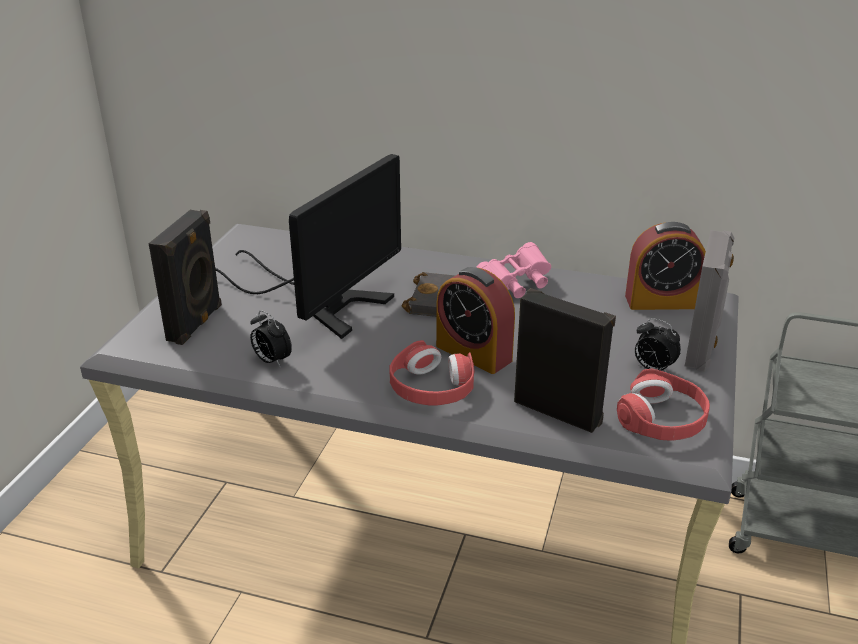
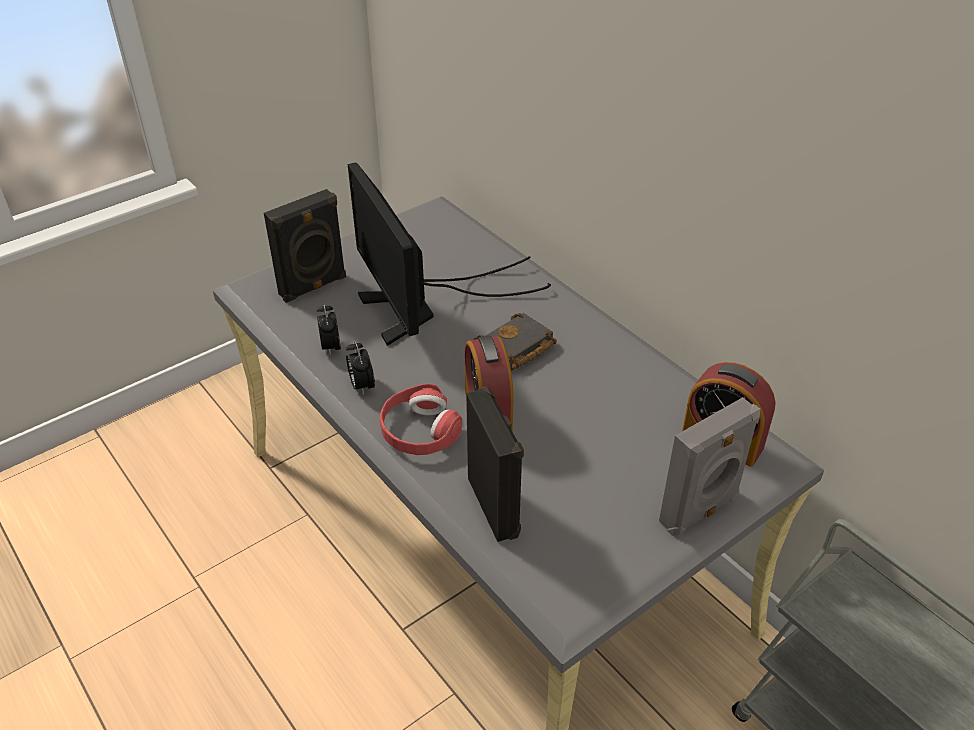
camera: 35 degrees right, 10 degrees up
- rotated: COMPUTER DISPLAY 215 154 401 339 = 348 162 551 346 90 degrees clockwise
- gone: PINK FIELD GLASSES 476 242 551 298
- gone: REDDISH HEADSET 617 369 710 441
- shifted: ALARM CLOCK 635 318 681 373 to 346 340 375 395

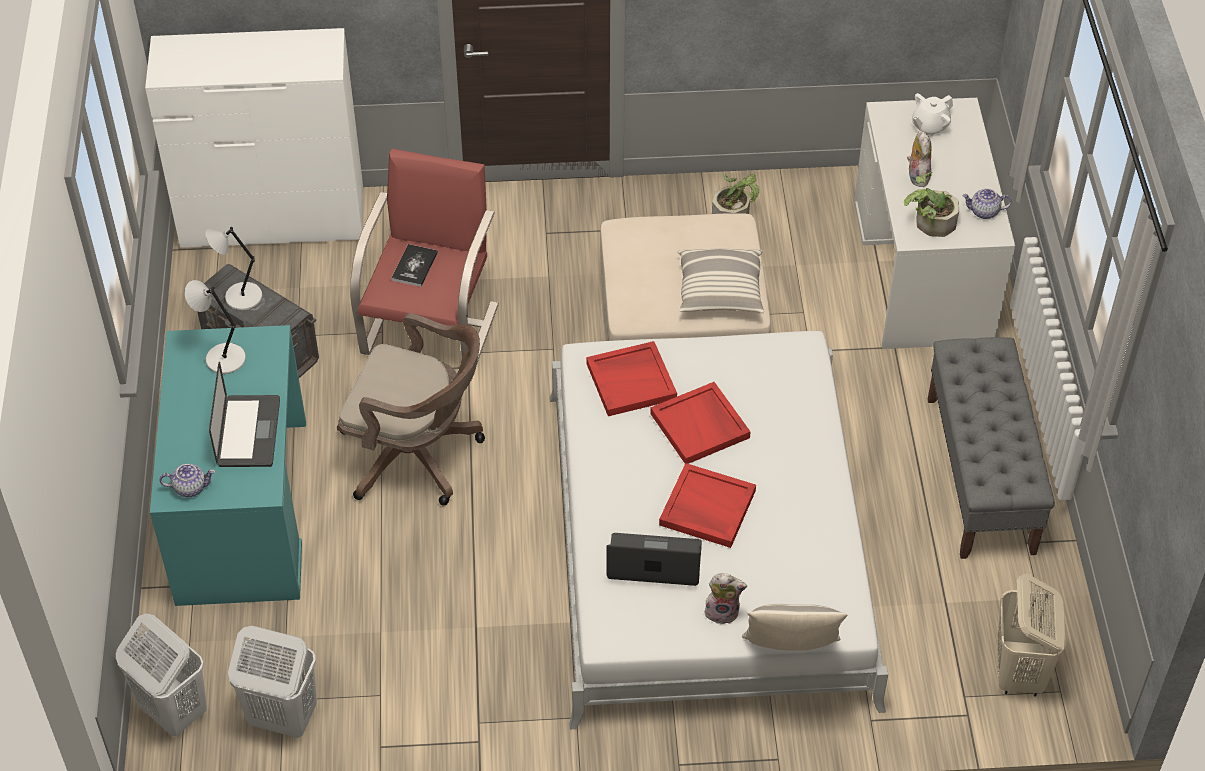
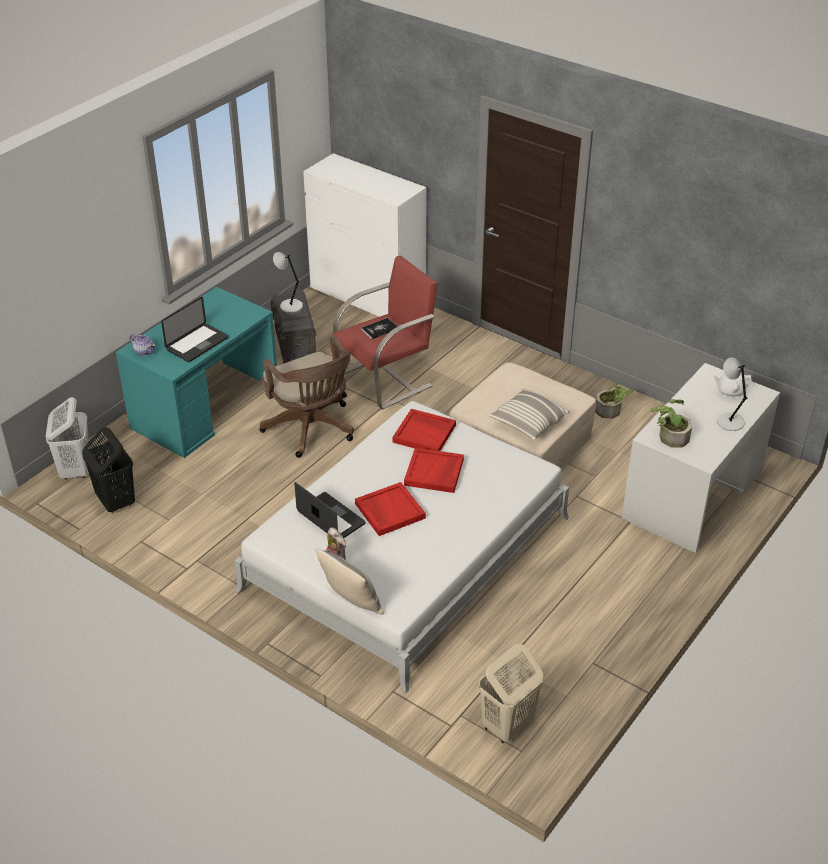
camera: 40 degrees right, 10 degrees down
- shifted: GREYISH LAMP FOR A TABLE 185 280 246 374 to 717 357 747 431
- repainted: WHITE WASHING BASKET 228 626 317 738 to BLACK-COLOURED WASHING BASKET 82 427 135 513
- gone: SOFT TOY 907 130 931 187
- gone: GREYISH LONG SEAT 928 337 1055 559
- gone: TEA POT 962 188 1012 219

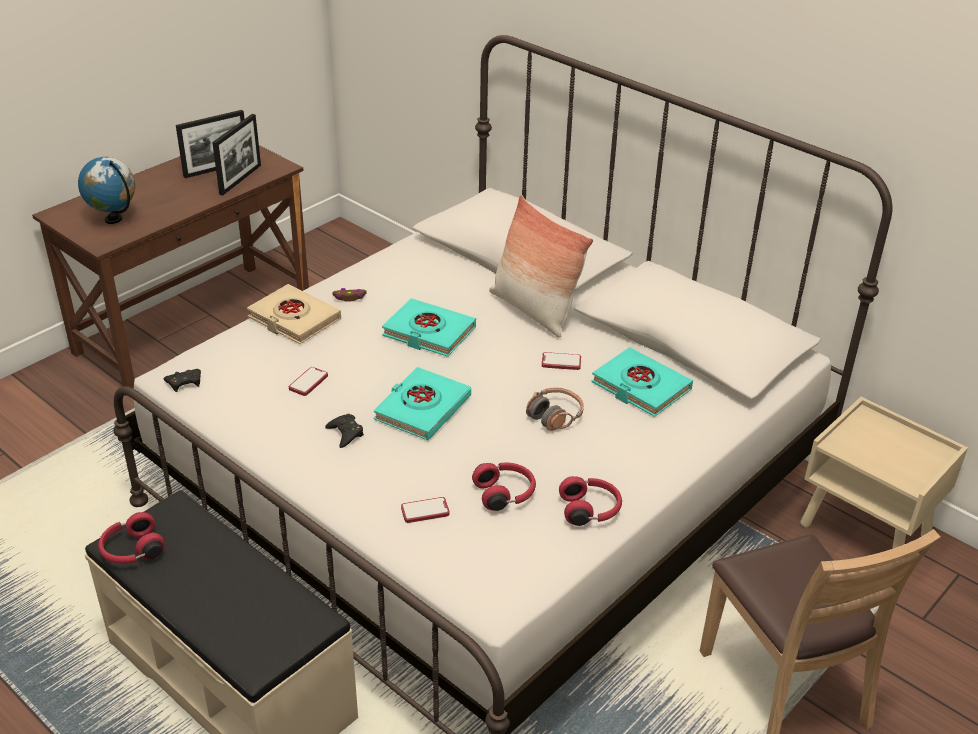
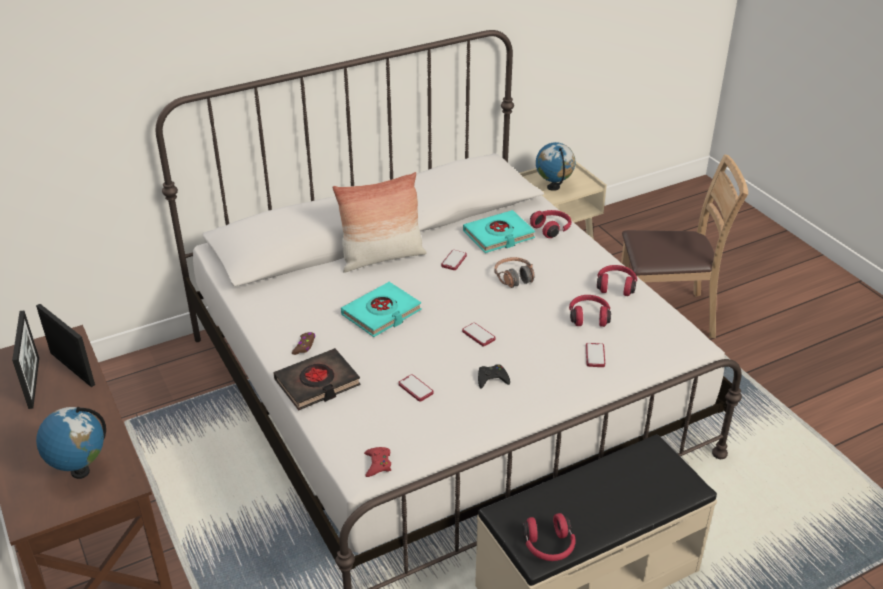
camera: 70 degrees left, 0 degrees up
- repainted: BLACK-COLOURED GAME CONTROLLER 163 369 201 392 to REDDISH GAME CONTROLLER 364 447 391 477
- repainted: SAND-COLOURED BOOK 247 284 341 344 to BLACK-COLOURED BOOK 273 348 361 411
- swapped: TURQUOISE-COLOURED BOOK 374 367 471 440 to TELEPHONE 462 323 496 346
- new: REDDISH HEADSET 530 210 572 238
- new: DESK GLOBE 536 142 576 191

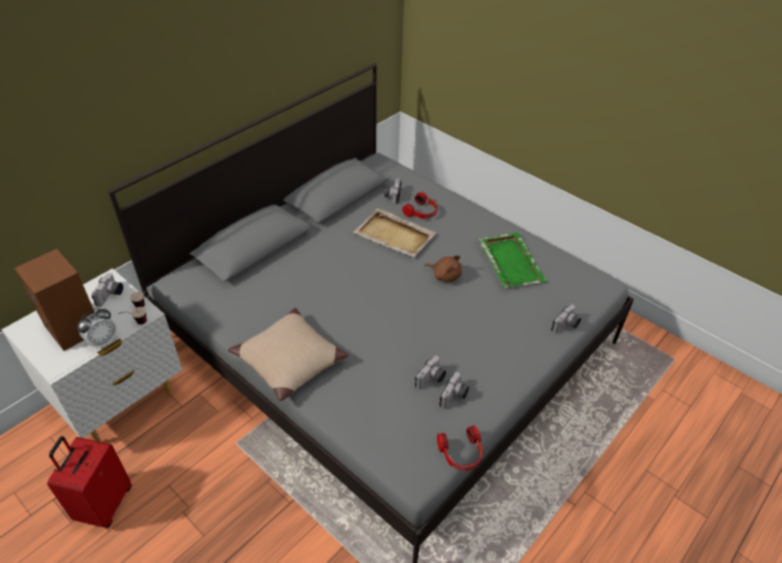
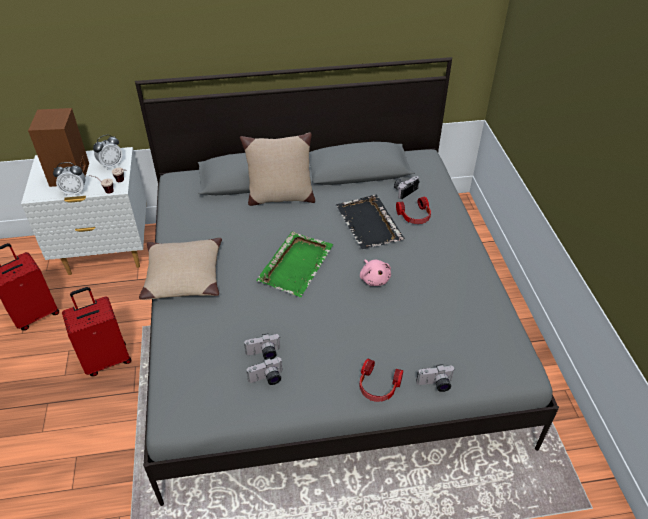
camera: 40 degrees right, 0 degrees up
- swapped: PHOTO CAMERA 92 273 123 307 to ALARM CLOCK 93 135 123 170
- repainted: SAND-COLOURED CARRYING TRAY 353 209 436 257 to BLACK-COLOURED CARRYING TRAY 336 195 405 249
- repainted: BROWNISH SOFT TOY 425 255 462 282 to PINK SOFT TOY 360 259 391 286
- shifted: HEADSET 437 425 483 471 to 359 358 403 402
- shifted: GREEN-COLOURED CARRYING TRAY 478 232 548 288 to 256 231 333 297
- new: REDDISH SUITCASE 62 287 131 376
- new: SAND-COLOURED PILLOW 240 133 315 206

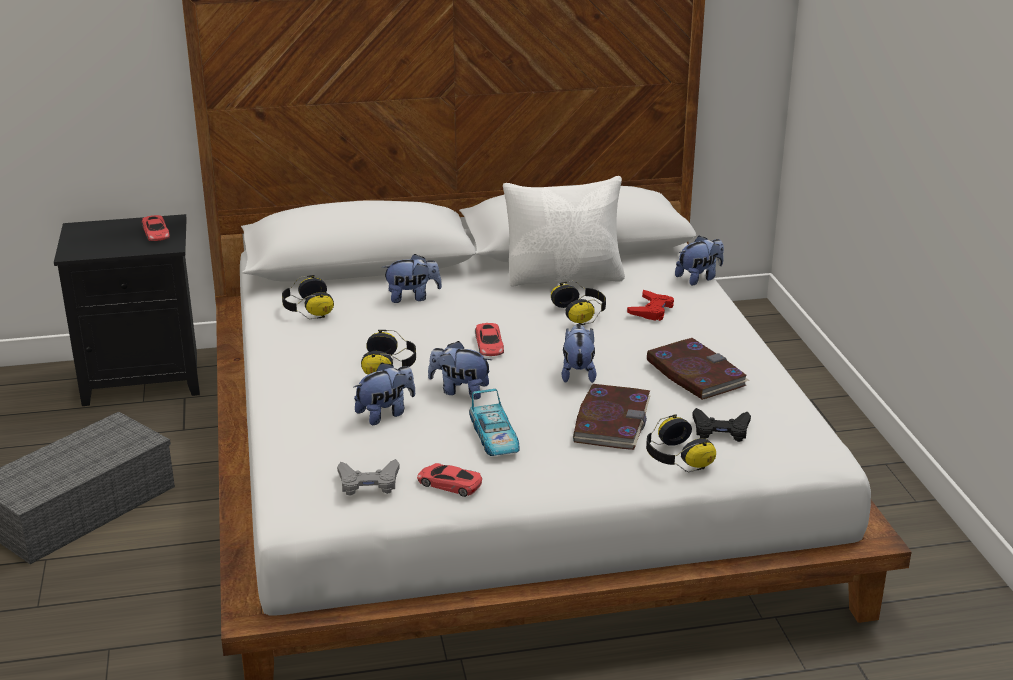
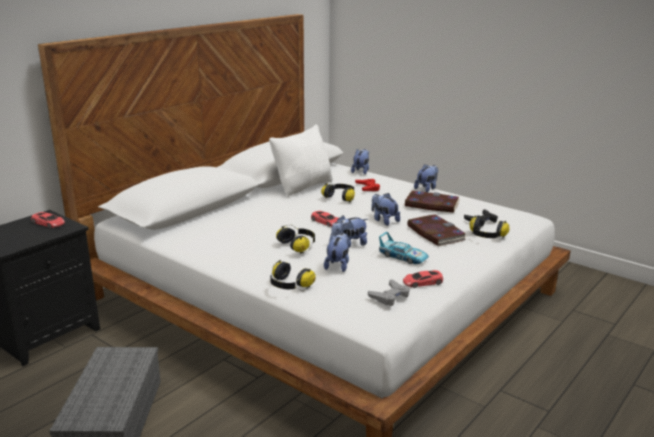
camera: 40 degrees left, 5 degrees down
- shifted: HEADSET 282 275 334 319 to 270 260 316 291
- shifted: SOFT TOY 382 254 442 303 to 414 164 438 192

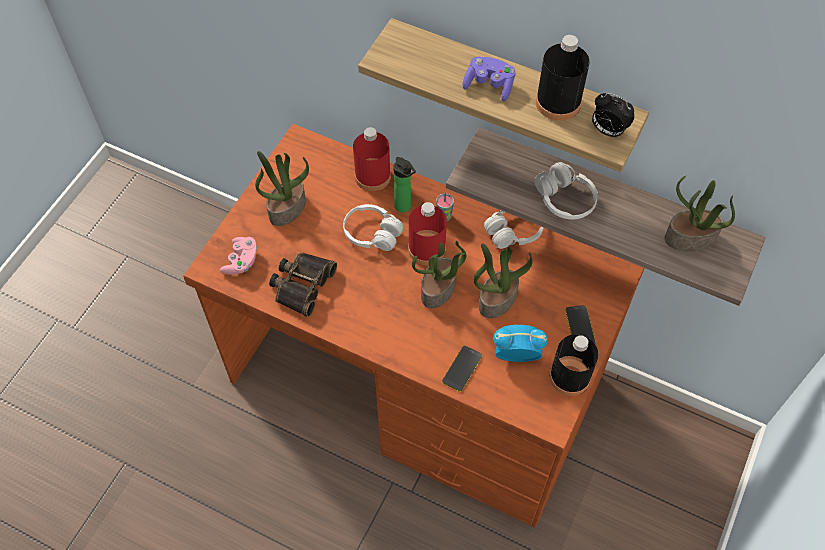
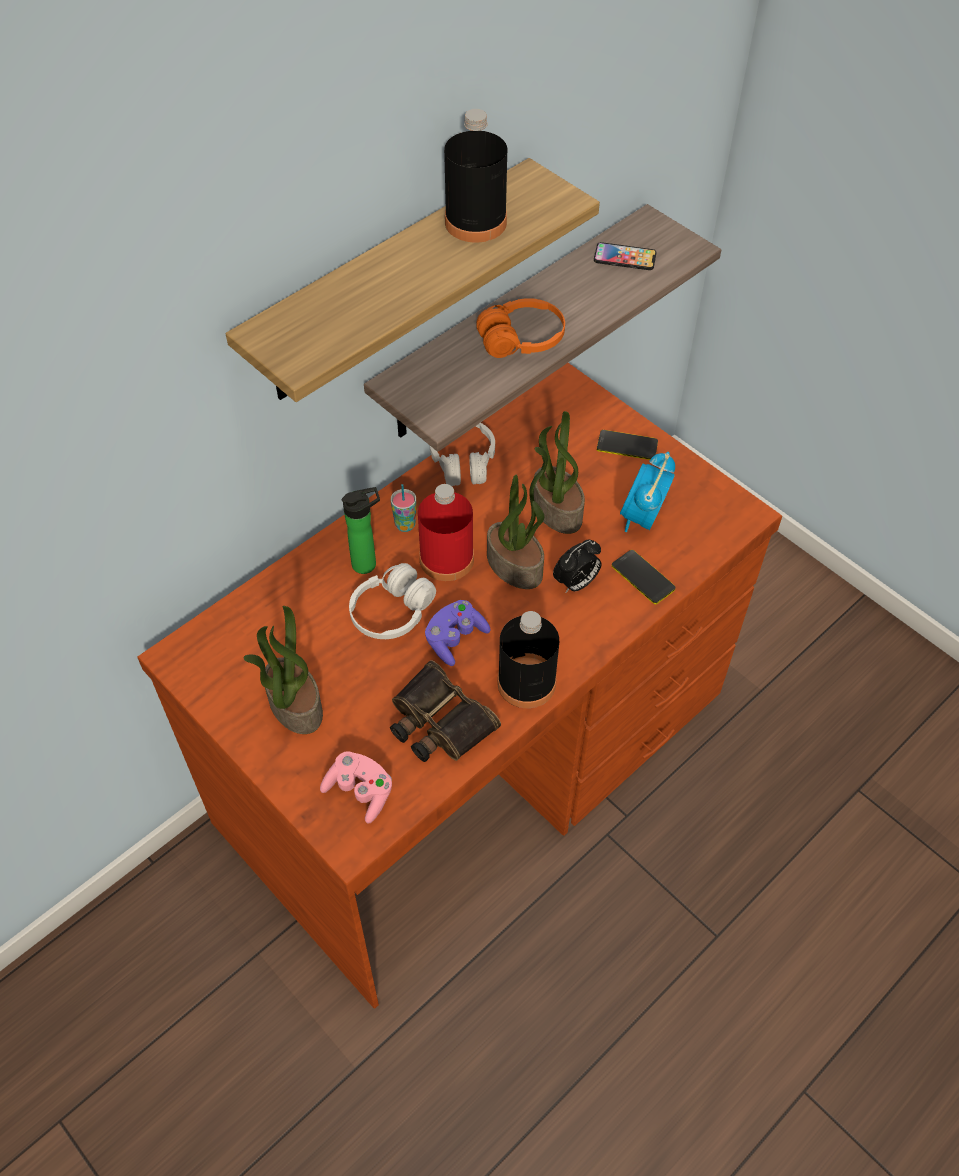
camera: 70 degrees left, 5 degrees down
- gone: REDDISH DRINK BOTTLE 353 127 391 191
- shifted: PURPLE-COLOURED GAME CONTROLLER 463 57 516 101 to 425 600 491 666
- repainted: WHITE HEADSET 534 162 598 219 to ORANGE-COLOURED HEADSET 476 298 565 358
- shifted: BLACK-COLOURED DRINK BOTTLE 549 334 599 396 to 497 611 559 708
- shifted: ALARM CLOCK 592 93 634 138 to 553 540 601 593
- swapped: PLANT IN A POT 665 176 735 252 to TELEPHONE 594 242 657 270

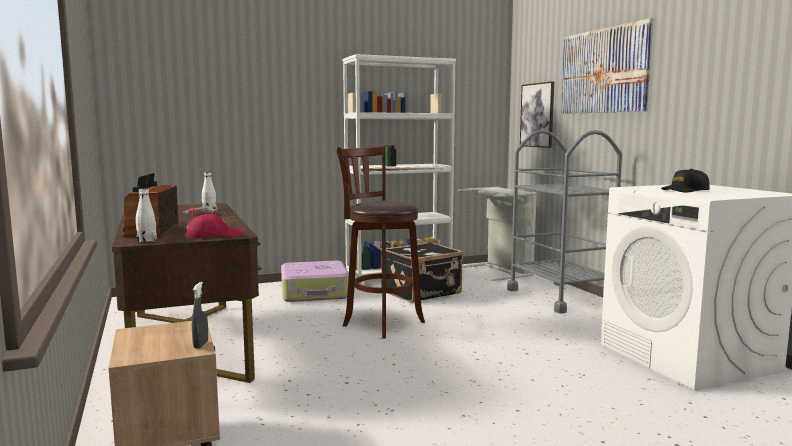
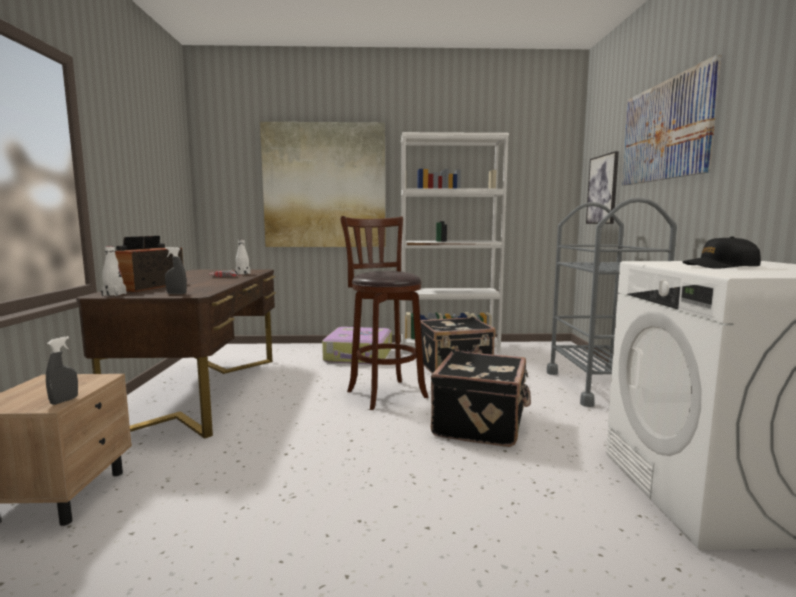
camera: 20 degrees right, 0 degrees up
- swapped: REDDISH PEAKED CAP 185 214 243 238 to GREYISH HAND SPRAYER 165 247 187 294
- gone: GREYISH WASHING BASKET 458 187 537 281
- new: PICTURE 260 122 385 247
- new: BLACK-COLOURED SUITCASE 431 350 531 447

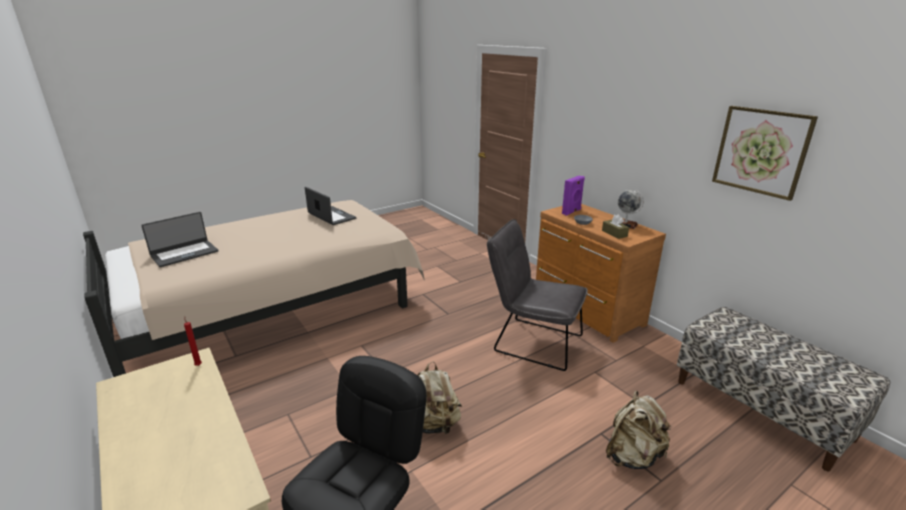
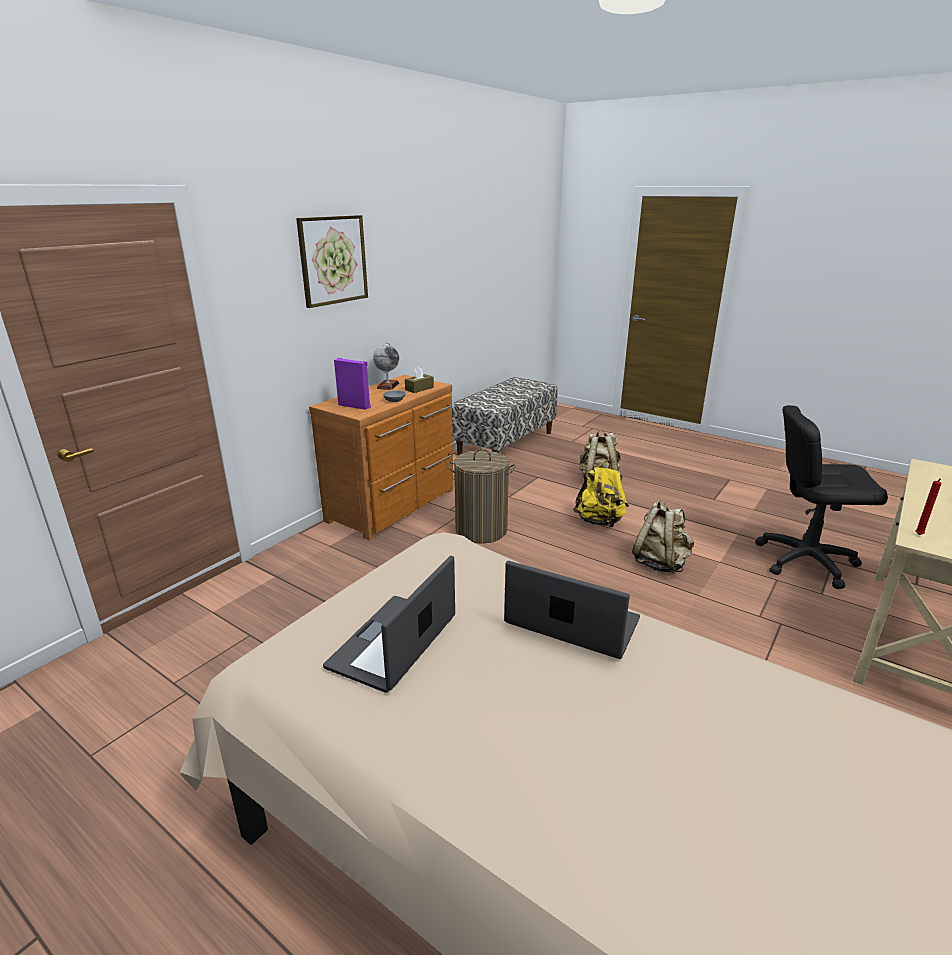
camera: 110 degrees left, 0 degrees up
- shifted: LAPTOP 141 212 218 267 to 504 561 640 659
- swapped: GREYISH CHAIR 487 219 588 371 to WASHING BASKET 447 449 516 543
- shifted: PICTURE 712 106 818 201 to 296 215 368 308
- new: YELLOW RUCKSACK 573 460 629 528

